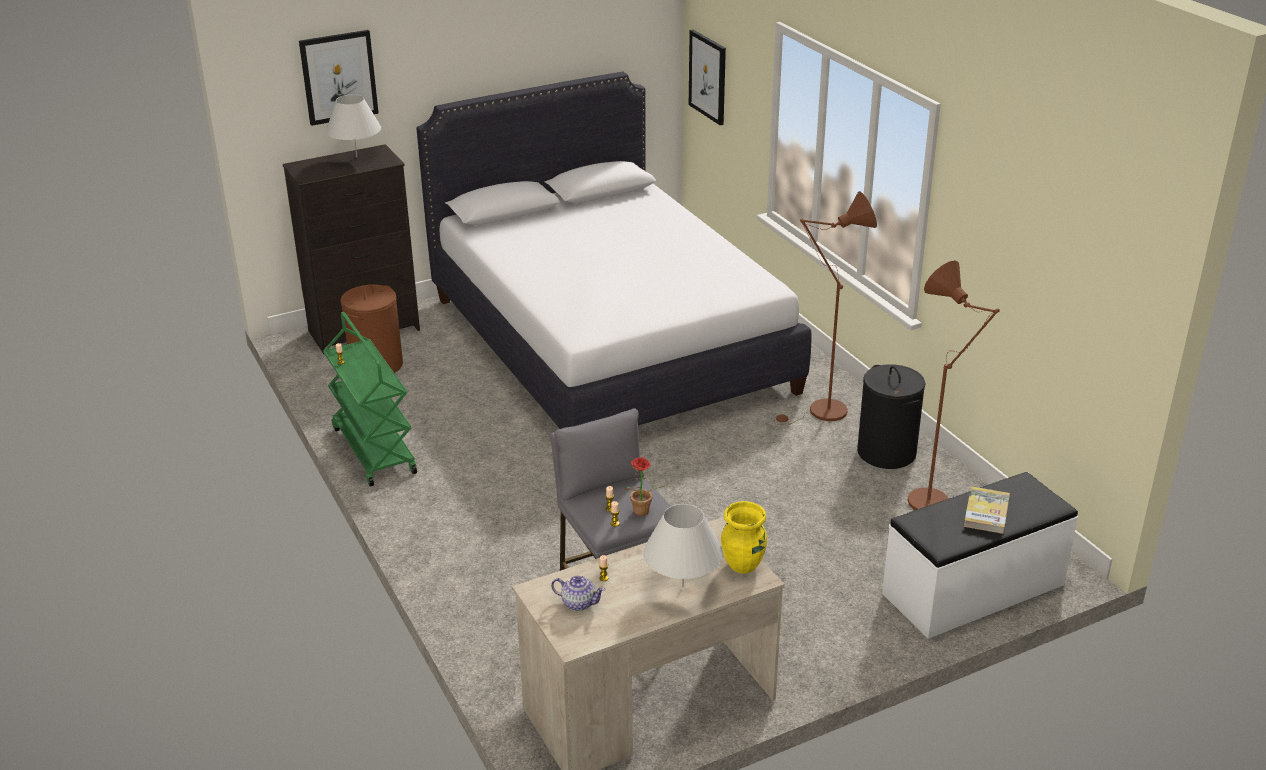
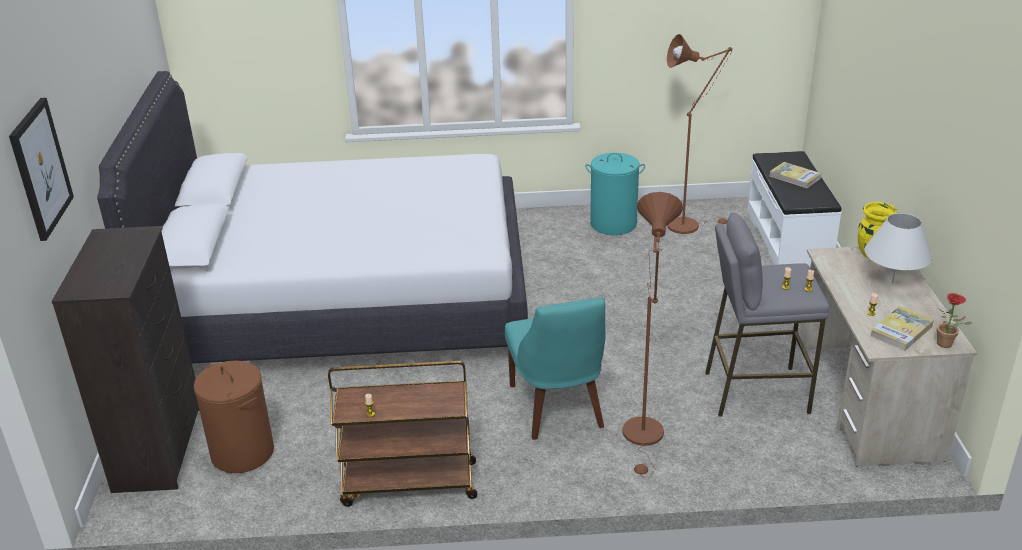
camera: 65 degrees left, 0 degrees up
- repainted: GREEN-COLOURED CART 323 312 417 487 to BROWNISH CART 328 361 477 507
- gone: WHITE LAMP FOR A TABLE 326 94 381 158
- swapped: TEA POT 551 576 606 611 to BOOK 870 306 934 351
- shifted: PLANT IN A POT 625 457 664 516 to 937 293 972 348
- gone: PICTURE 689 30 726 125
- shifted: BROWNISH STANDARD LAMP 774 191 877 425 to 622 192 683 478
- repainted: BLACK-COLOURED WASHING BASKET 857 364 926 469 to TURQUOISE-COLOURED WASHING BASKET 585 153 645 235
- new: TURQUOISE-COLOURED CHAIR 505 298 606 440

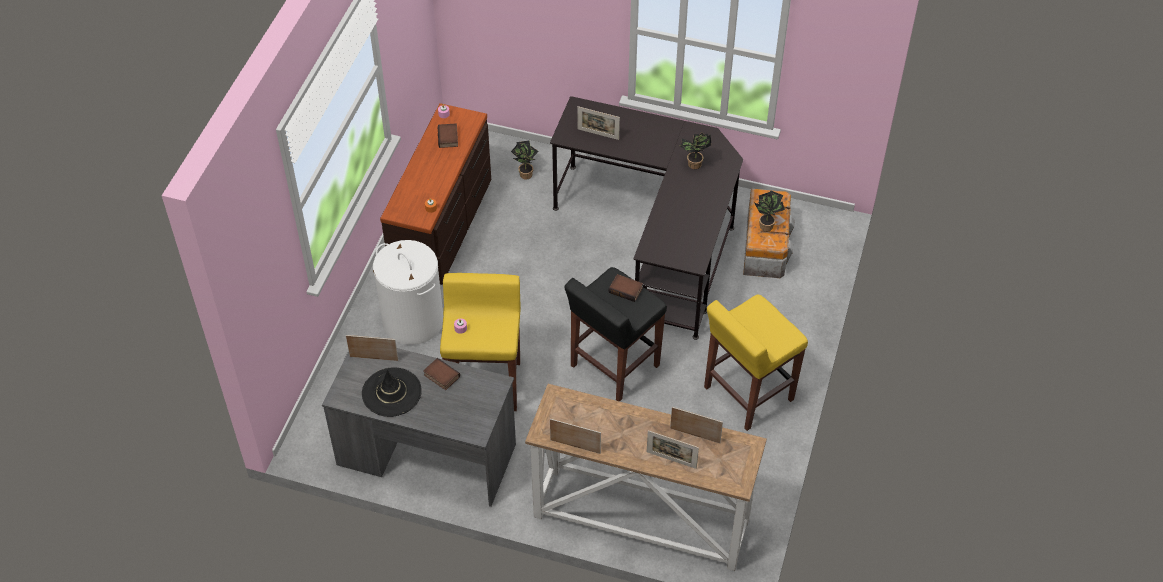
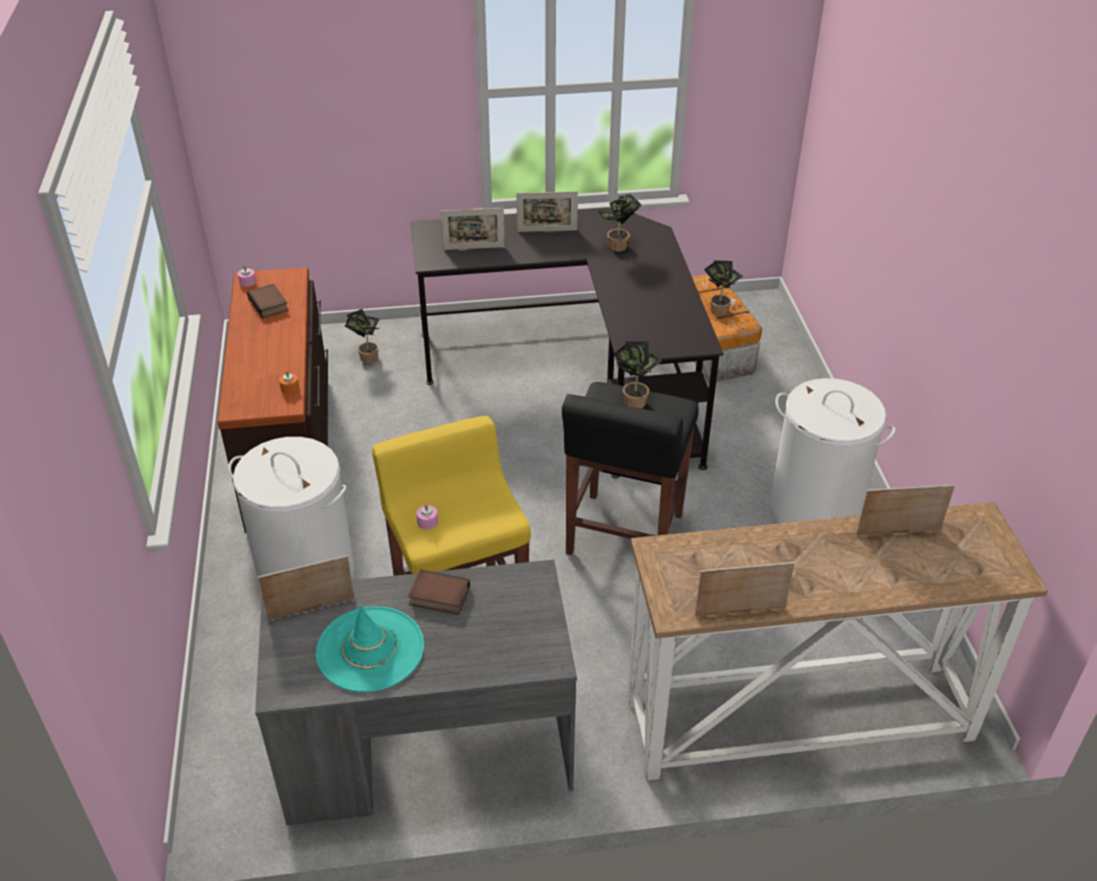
camera: 25 degrees left, 10 degrees down
- repainted: BLACK-COLOURED HAT 362 368 422 417 to TURQUOISE-COLOURED HAT 316 605 424 692
- swapped: BOOK 609 274 643 302 to PLANT IN A POT 614 341 662 408
- shifted: STANDING FRAME 647 430 699 469 to 516 192 578 232
- swapped: YELLOW SITTING STOOL 704 294 808 431 to WHITE WASHING BASKET 770 378 895 523

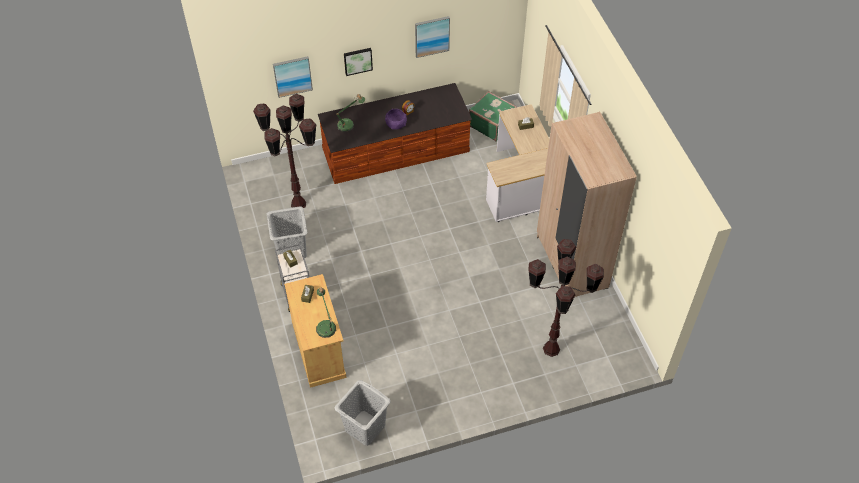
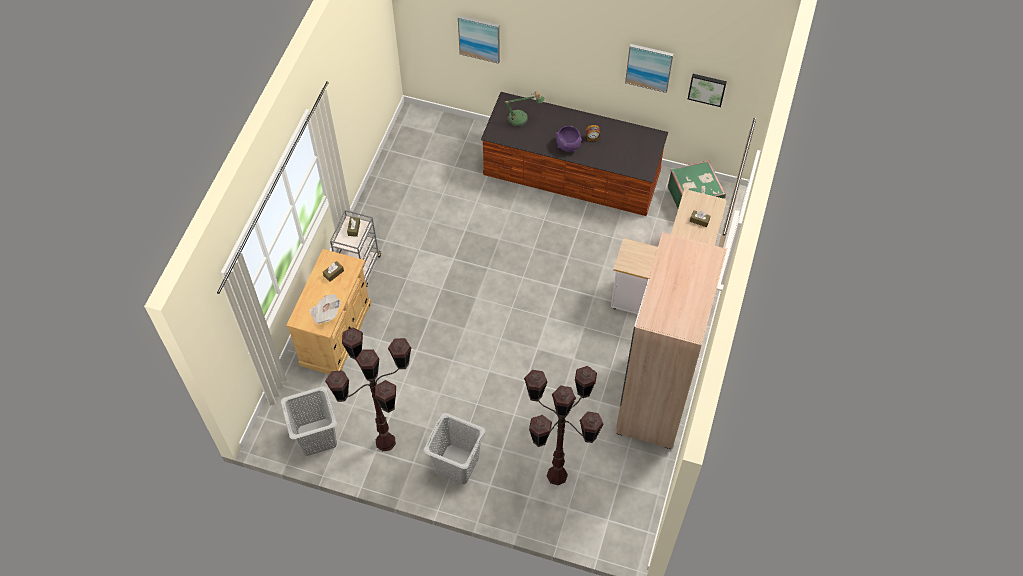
camera: 35 degrees right, 5 degrees up
- shifted: BROWNISH STANDARD LAMP 253 94 316 208 to 325 327 411 451
- shifted: GREYISH WASHING BASKET 267 206 308 258 to 424 413 485 484
- swapped: LAMP FOR A TABLE 316 288 336 338 to PRINTED PAPER 309 294 341 324
- shifted: PICTURE 344 48 373 76 to 688 74 727 107

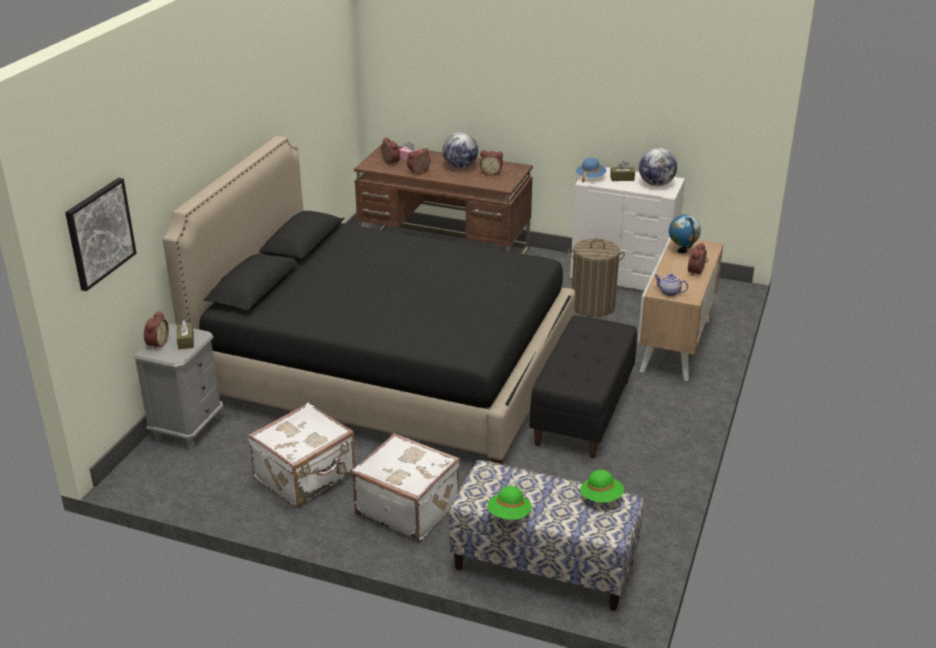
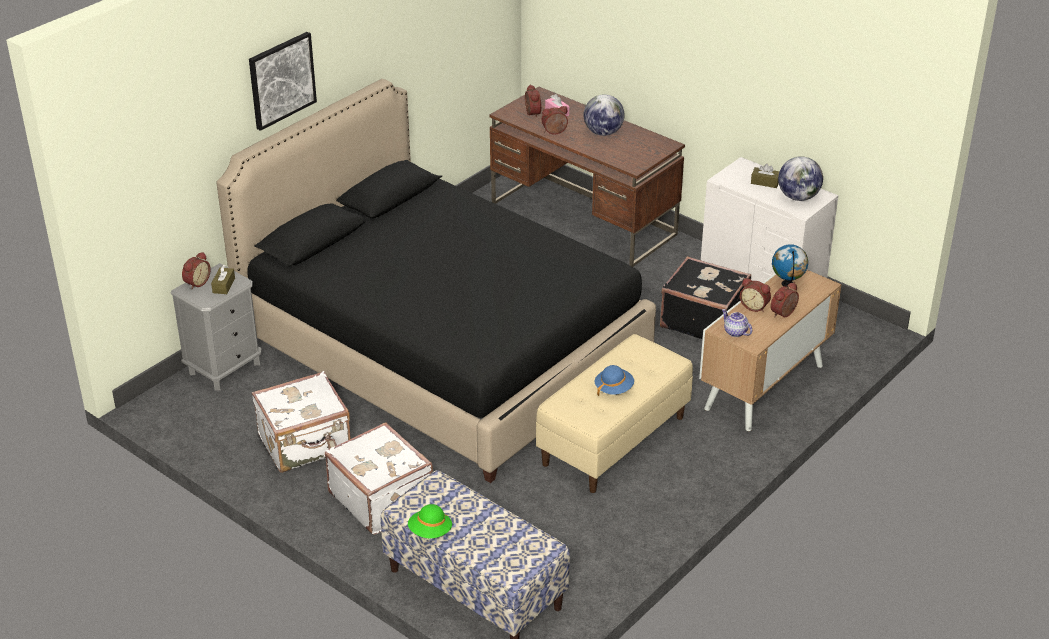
camera: 20 degrees right, 5 degrees up
- shifted: PICTURE 65 178 136 291 to 249 32 317 131
- shifted: ALARM CLOCK 480 150 503 175 to 740 278 771 312
- repainted: BLACK-COLOURED LONG SEAT 530 315 637 458 to SAND-COLOURED LONG SEAT 536 334 693 493
- swapped: WASHING BASKET 568 239 625 317 to BLACK-COLOURED SUITCASE 660 256 751 339
- shifted: BLUE-COLOURED HAT 576 158 606 183 to 595 365 634 396
- gone: GREEN-COLOURED HAT 580 470 624 503

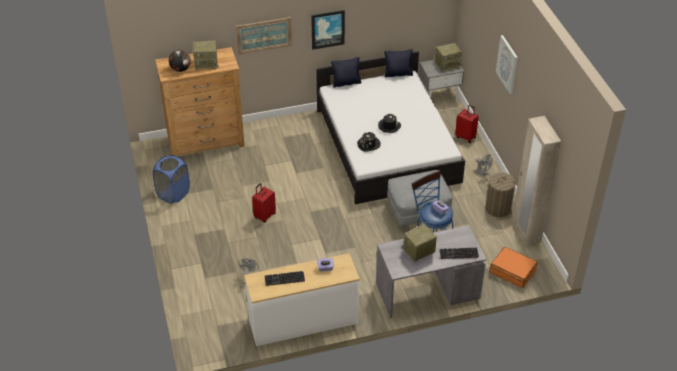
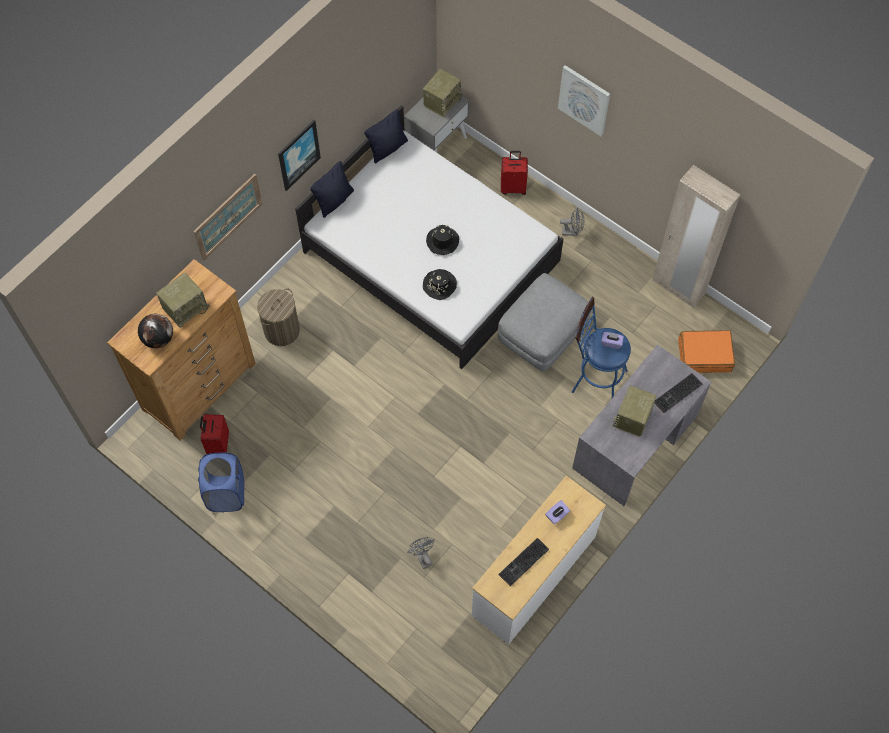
camera: 35 degrees left, 20 degrees up
- shifted: REDDISH SUITCASE 252 183 276 223 to 200 414 229 454
- shifted: WASHING BASKET 485 173 517 217 to 257 288 300 346

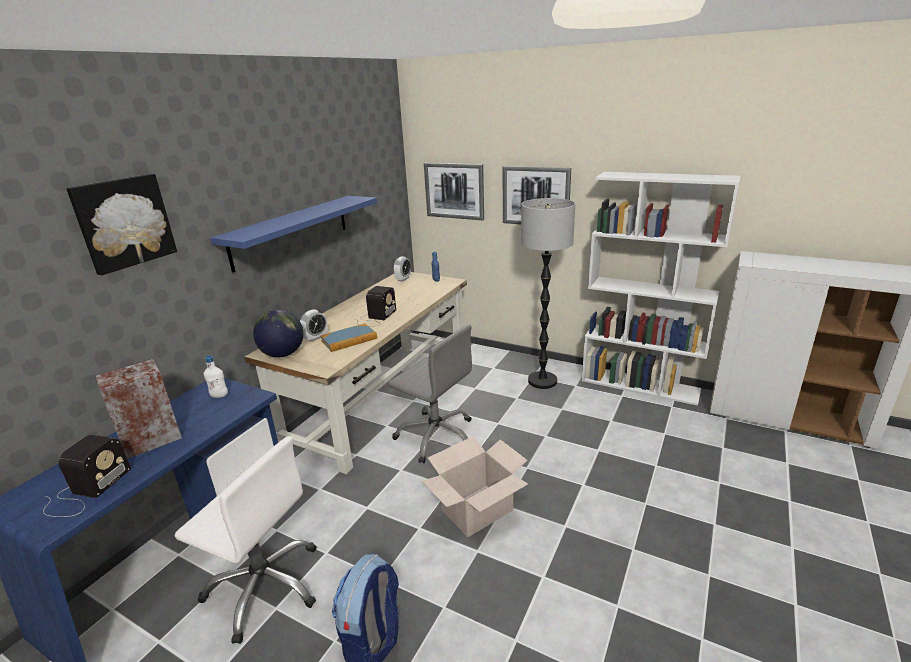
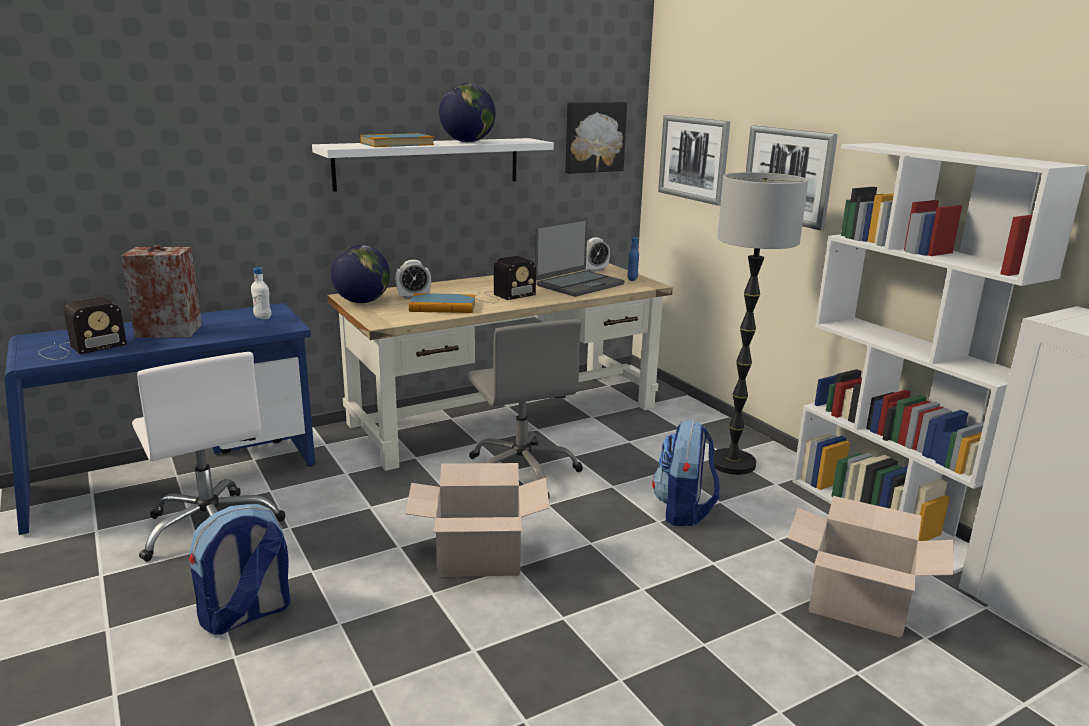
camera: 30 degrees right, 5 degrees down
- shifted: PICTURE 66 174 177 275 to 565 102 627 174
- repainted: BLUE-COLOURED WALL SHELF 210 196 377 273 to WHITE WALL SHELF 312 138 554 192
- new: BOOK 360 133 434 147
- new: DESK GLOBE 439 83 496 142
- new: LAPTOP 535 218 624 297
- new: RUCKSACK 652 420 719 526
- new: CARTON 787 496 953 638

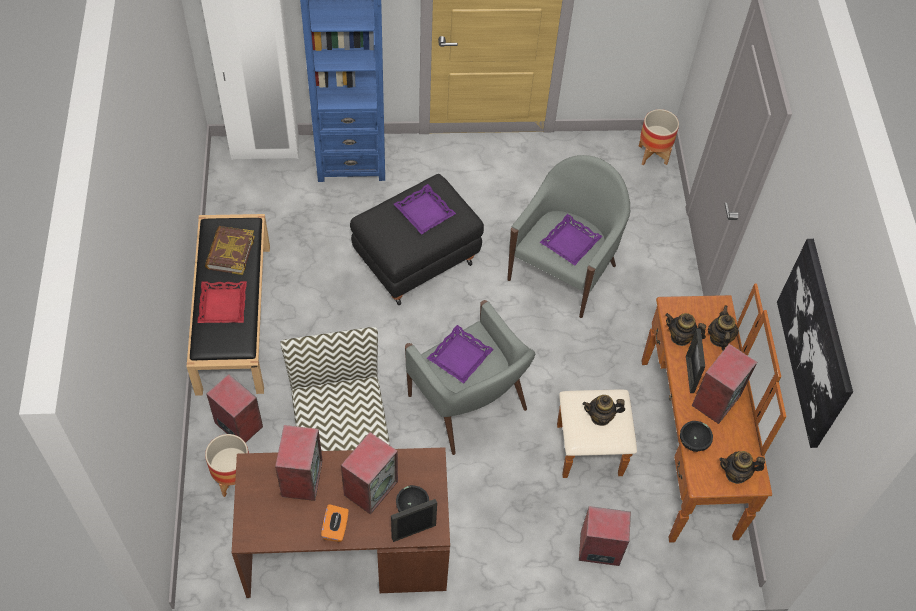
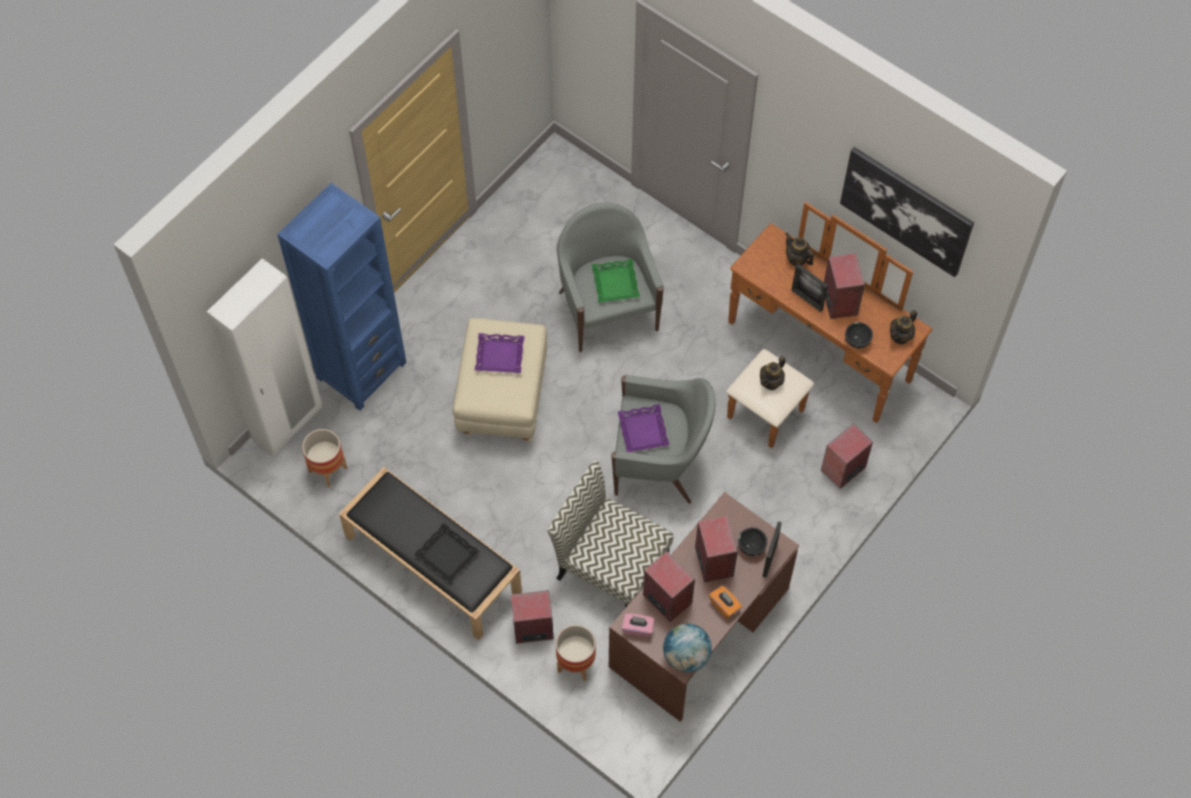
camera: 45 degrees left, 5 degrees up
- repainted: REDDISH CARRYING TRAY 197 281 247 323 to BLACK-COLOURED CARRYING TRAY 414 523 480 583
- gone: BOOK 205 226 255 275
- repainted: BLACK-COLOURED OTTOMAN 350 174 484 305 to SAND-COLOURED OTTOMAN 453 318 547 442
- repainted: PURPLE-COLOURED CARRYING TRAY 540 214 602 265 to GREEN-COLOURED CARRYING TRAY 592 259 640 303
- shifted: PLANTER 639 109 679 165 to 302 429 347 487
- gone: TEA POT 665 313 706 346
- new: PINK BOX OF TISSUES 622 613 655 637
- new: DESK GLOBE 663 623 712 672

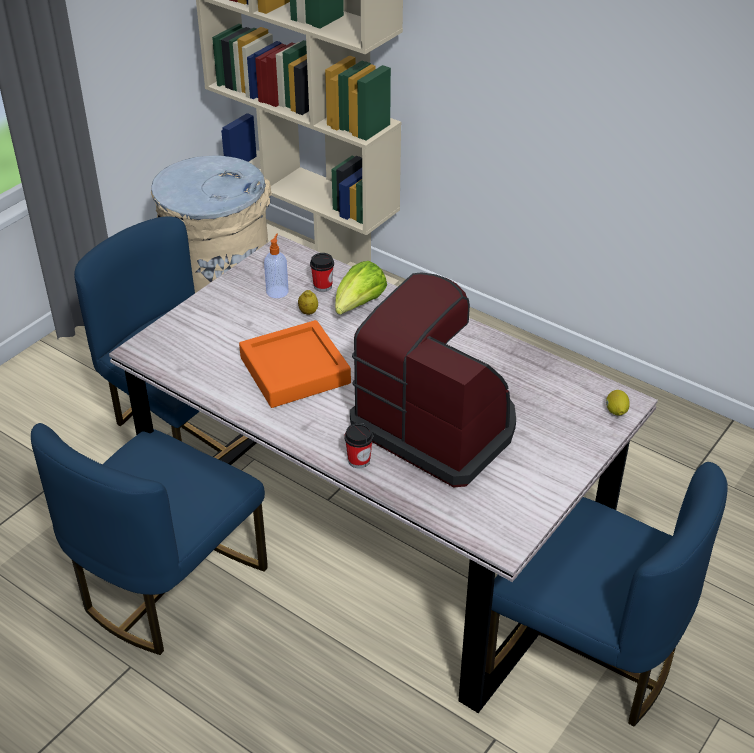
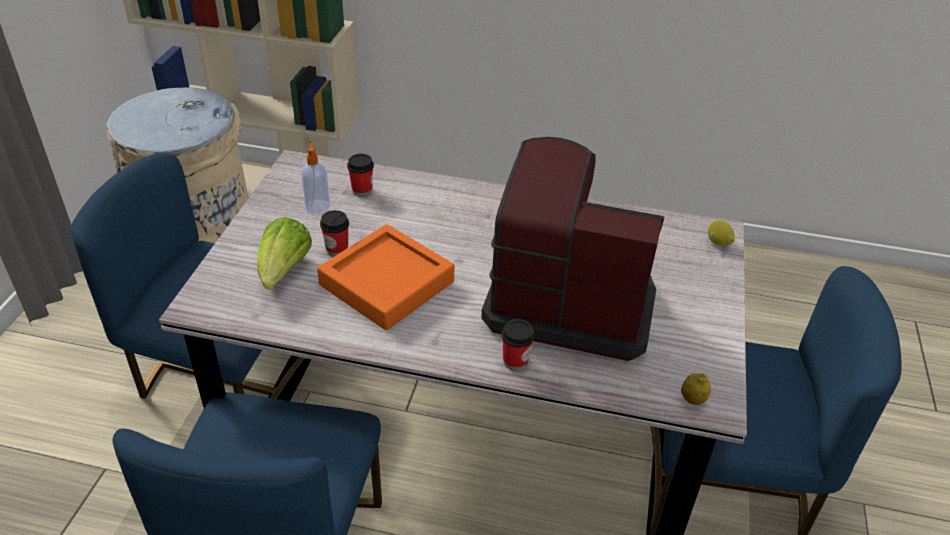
camera: 25 degrees left, 0 degrees up
- shifted: CITRUS FRUIT 298 290 318 315 to 681 373 711 405
- shifted: HEAD OF LETTUCE 335 261 387 315 to 257 217 312 290
- new: SMALL CUP 320 210 349 256

